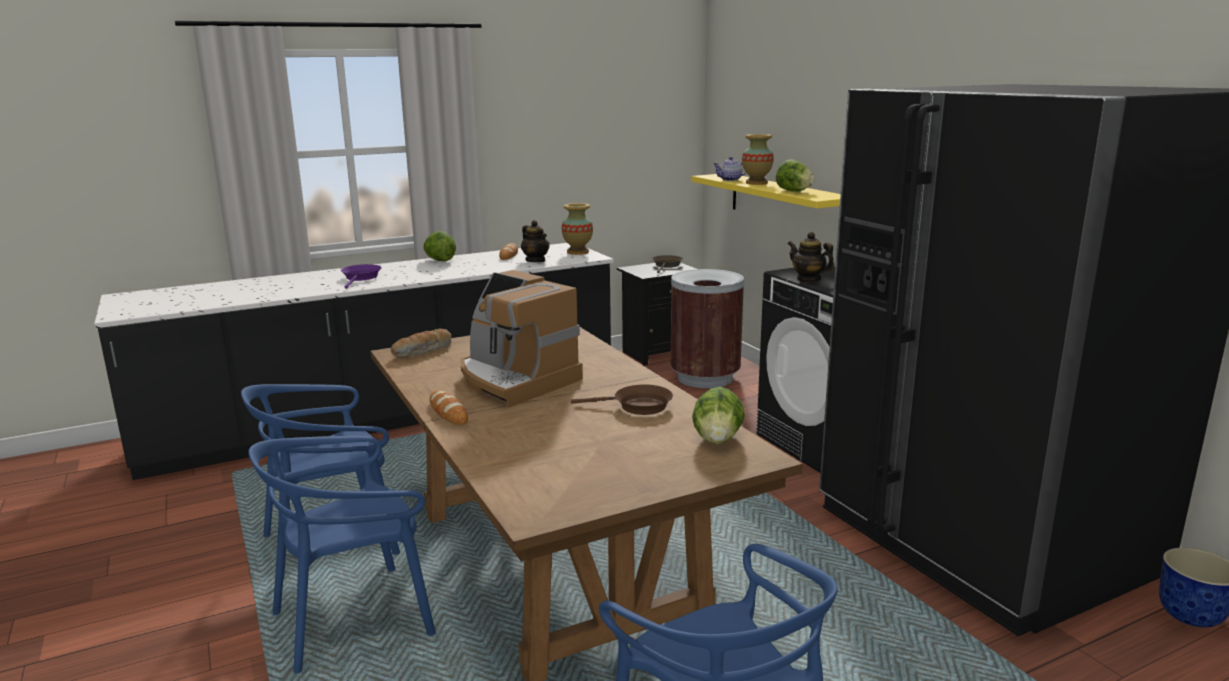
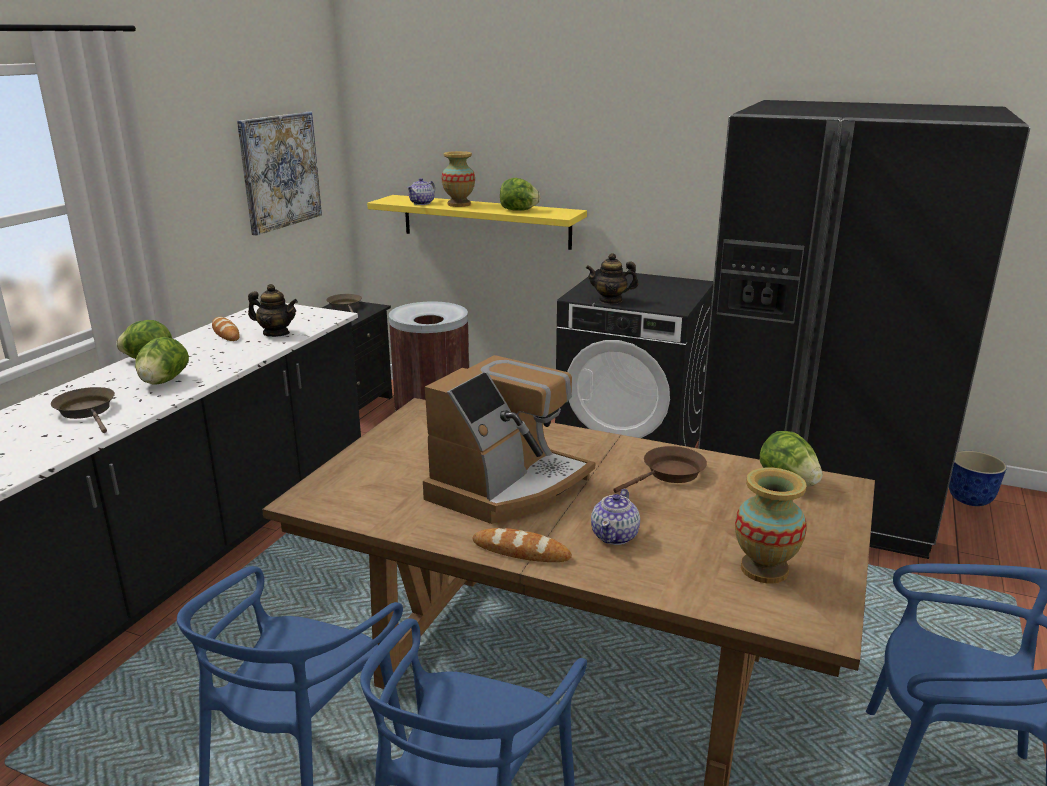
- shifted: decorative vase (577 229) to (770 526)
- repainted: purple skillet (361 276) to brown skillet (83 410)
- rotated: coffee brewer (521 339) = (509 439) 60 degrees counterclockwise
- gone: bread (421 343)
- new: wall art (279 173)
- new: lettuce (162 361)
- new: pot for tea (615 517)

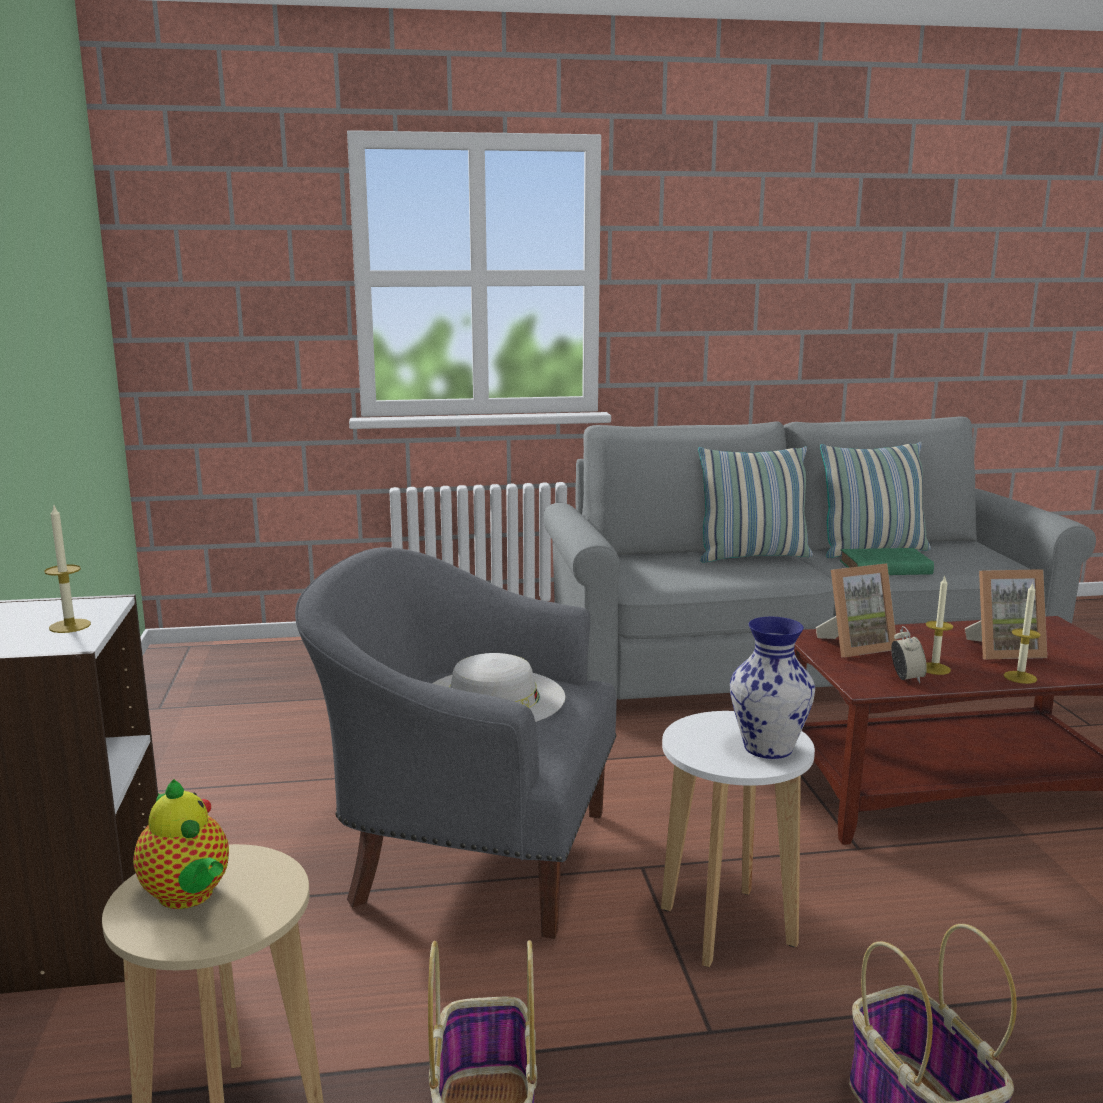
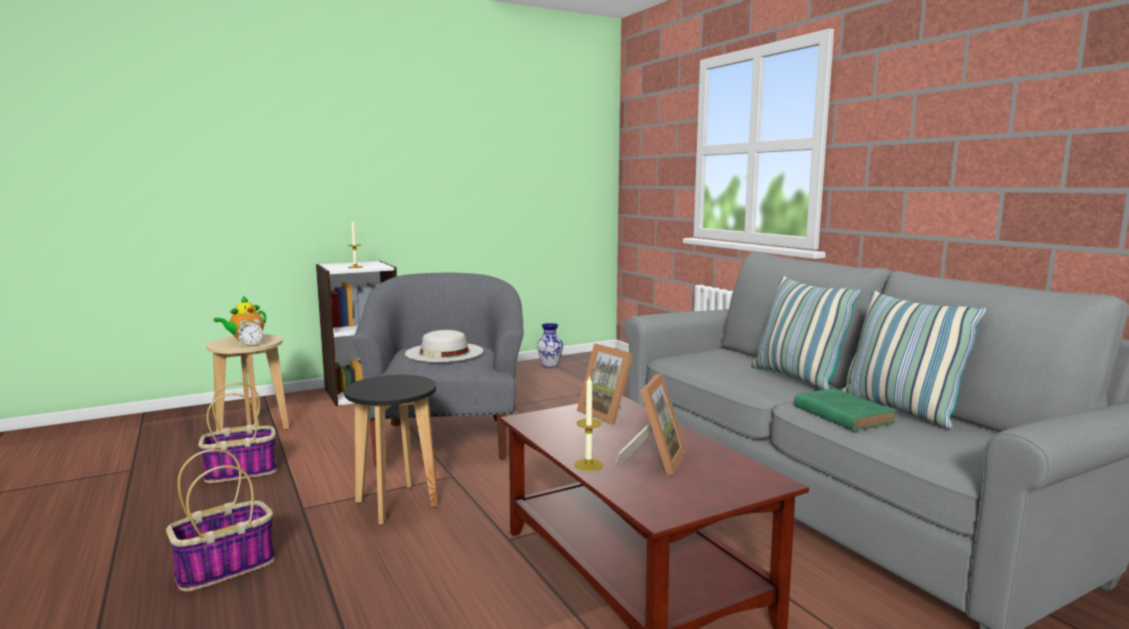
- rotated: photo frame (1006 614) = (650 424) 135 degrees counterclockwise
- gone: wax light (939 626)
- shifted: decorative vase (772 688) to (550 345)
- shifted: table clock (909 654) to (250 331)
- repainted: white stool (738 839) to black stool (391 450)

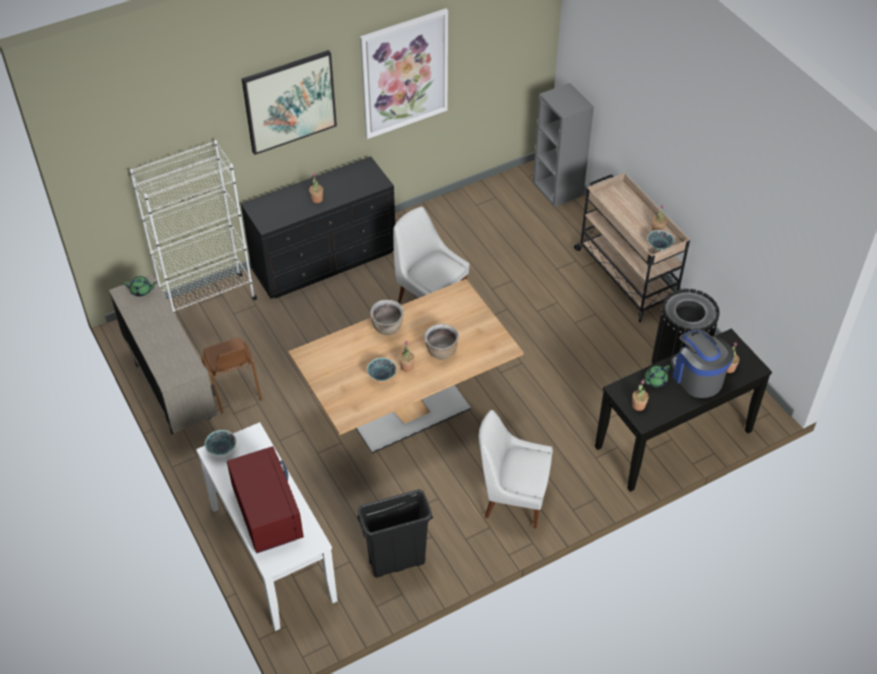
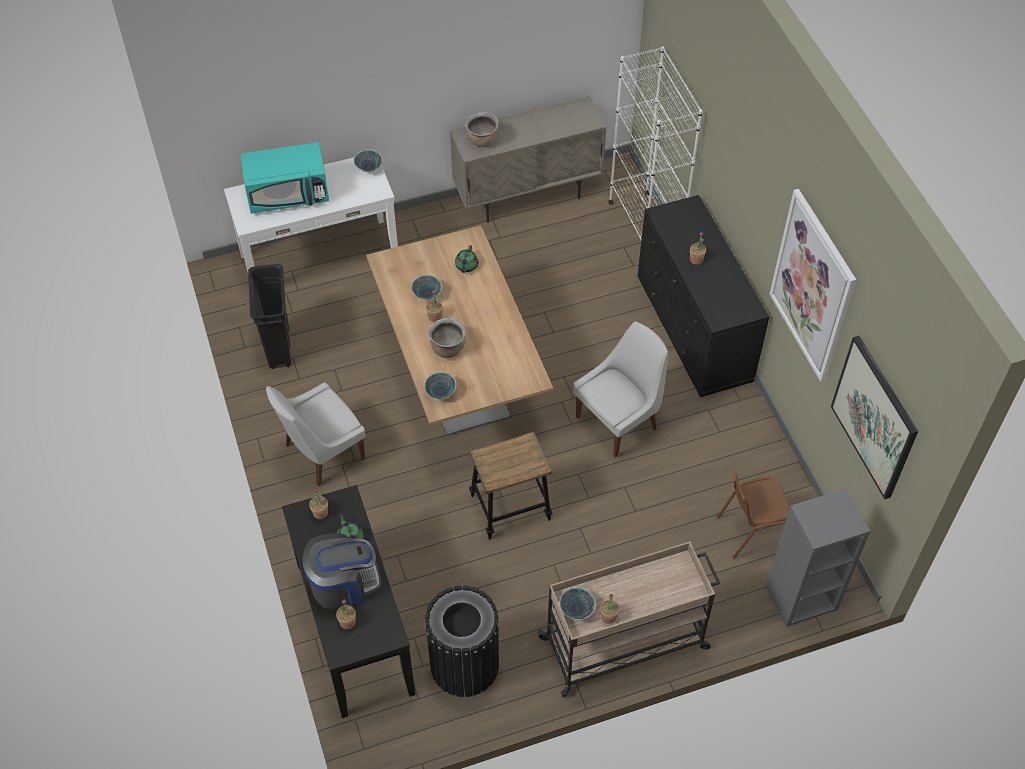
- shifted: wall art (289 102) to (874 417)
- shifted: greenish pot for tea (141 286) to (466 259)
- shifted: brown saucepot (387 317) to (482 129)
- shifted: brown upright chair (231 375) to (753 516)
- rotated: white upright chair (516 469) = (315 434) 150 degrees counterclockwise
- repainted: red microwave (265 500) to turquoise microwave (284 178)
- new: deep dish (440 385)
- new: stool (511 485)

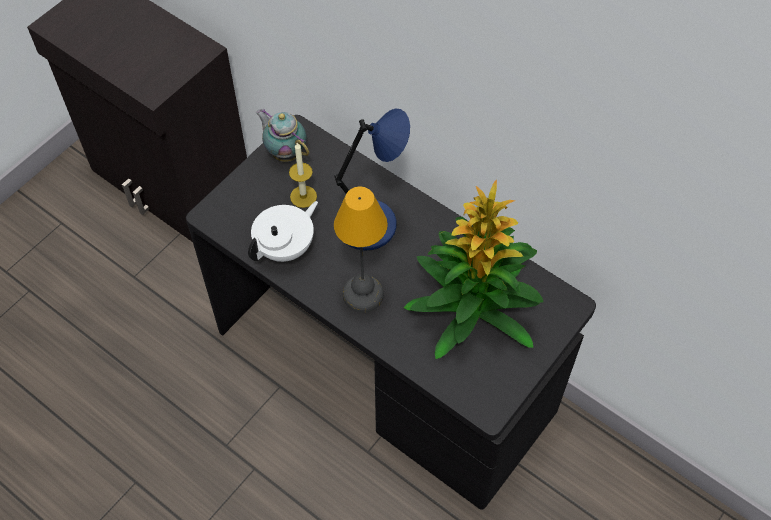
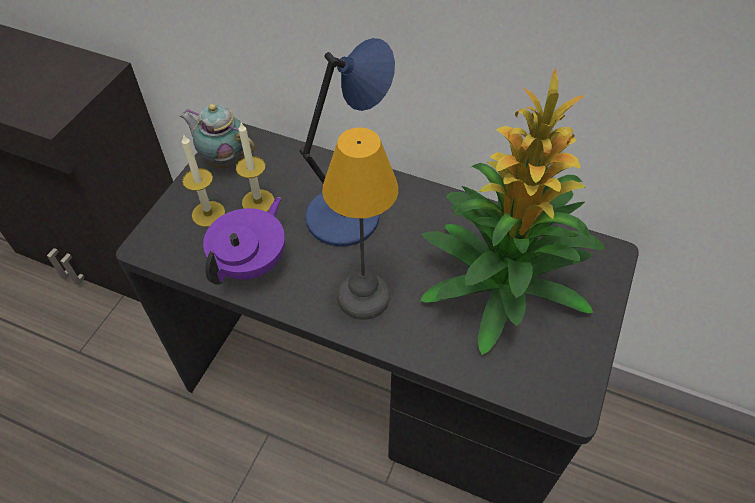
- repainted: white pot for tea (283 231) to purple pot for tea (244 241)
- new: wax light (203 180)

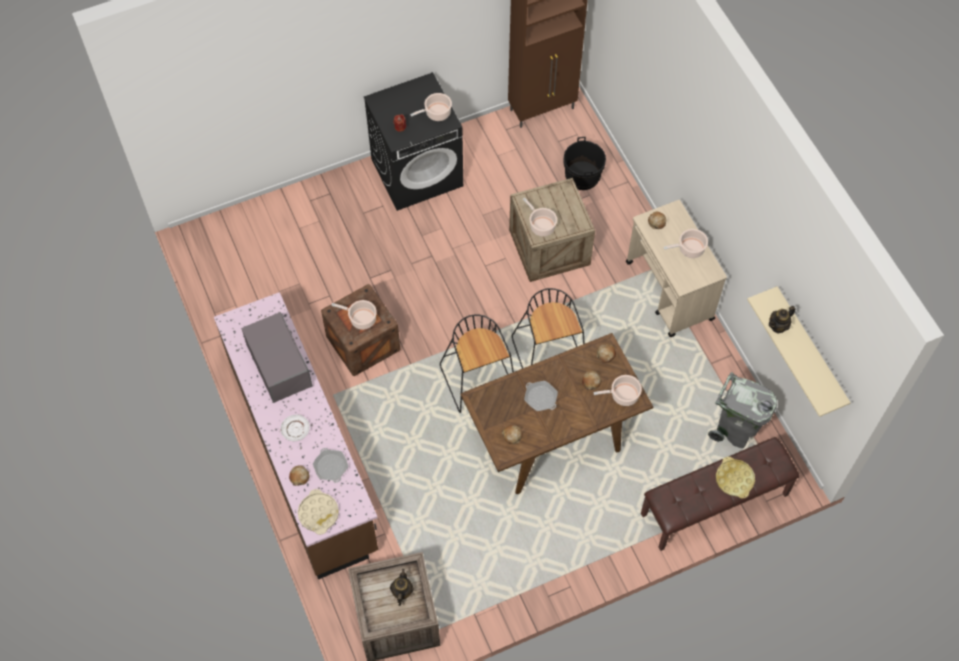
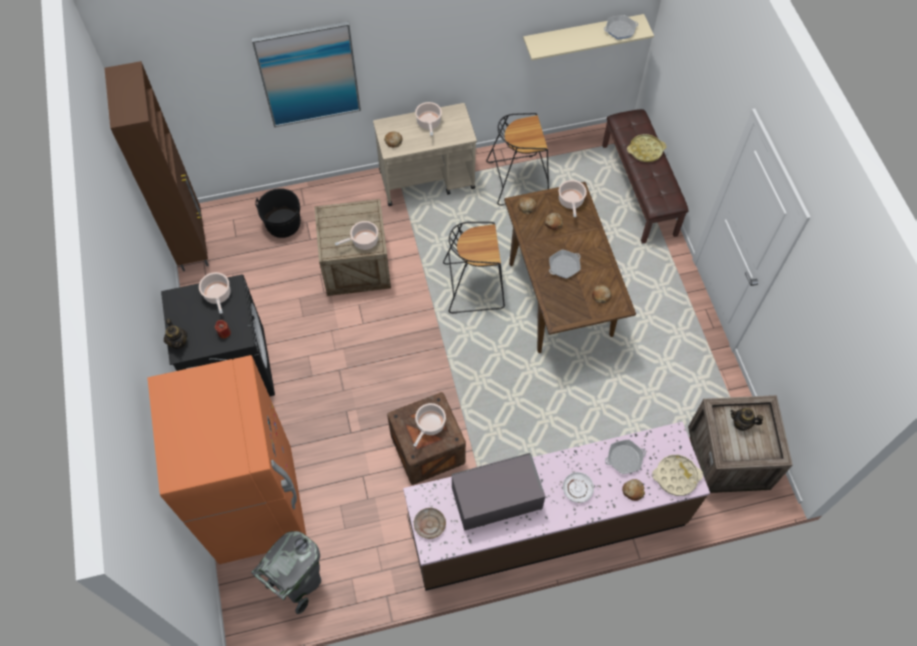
- shifted: pot for tea (782 319) to (175 334)
- shifted: black stool (477 363) to (517 159)
- shifted: gray trash can (742 410) to (286 572)
- new: skillet (621 27)
- new: wall art (306 74)
- new: orangey refrigerator (227 459)
- new: beige-coloured plate (430 523)

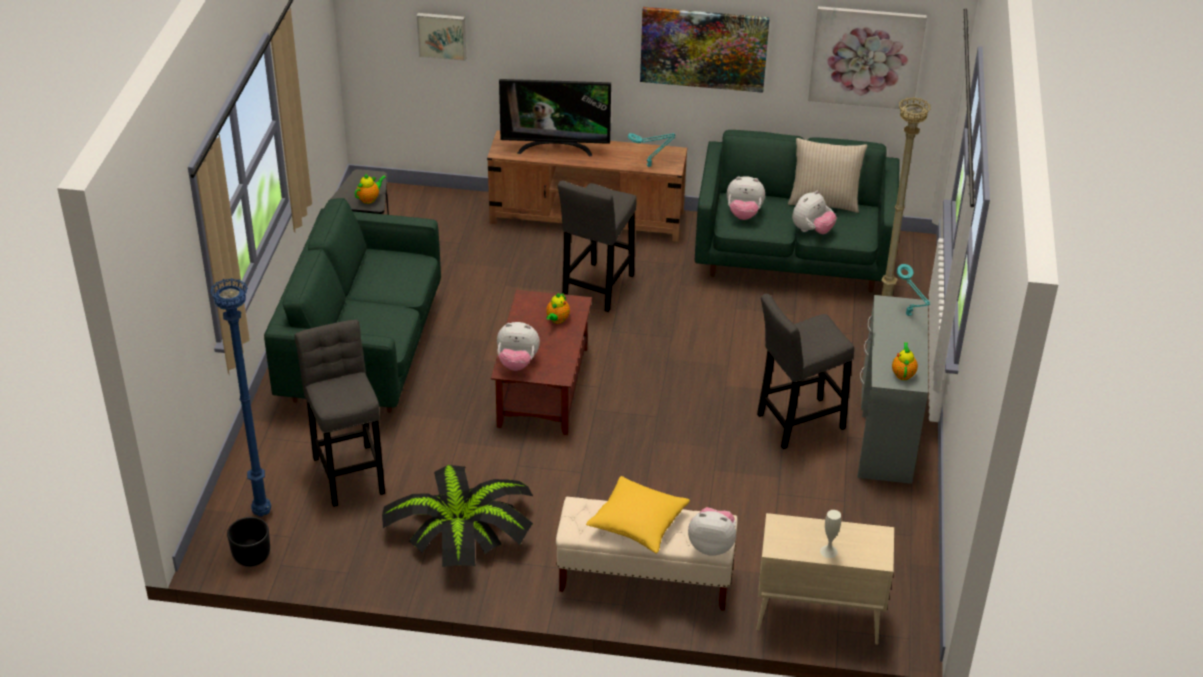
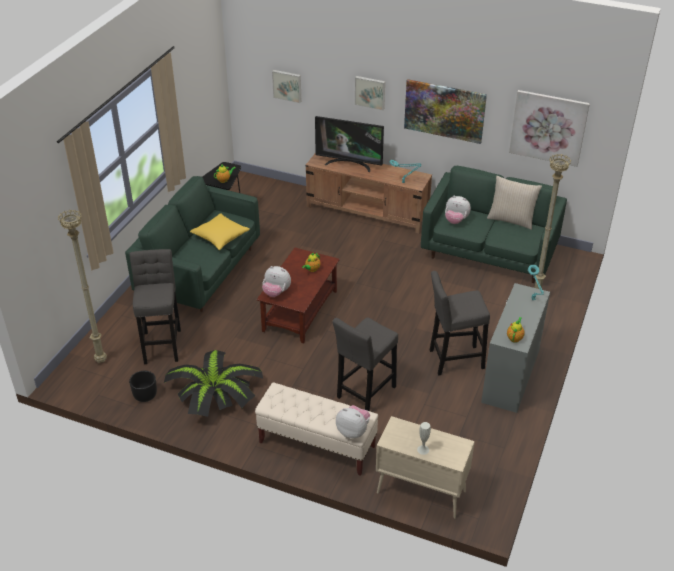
- shifted: gray stool (597 246) to (365 364)
- gone: plush toy (814 212)
- repainted: bluish standard lamp (240 397) to beige-coloured standard lamp (82 286)
- shifted: yellow pillow (638 514) to (220 231)
- shifted: black flower pot (248 542) to (143 386)
- new: wall art (370 93)

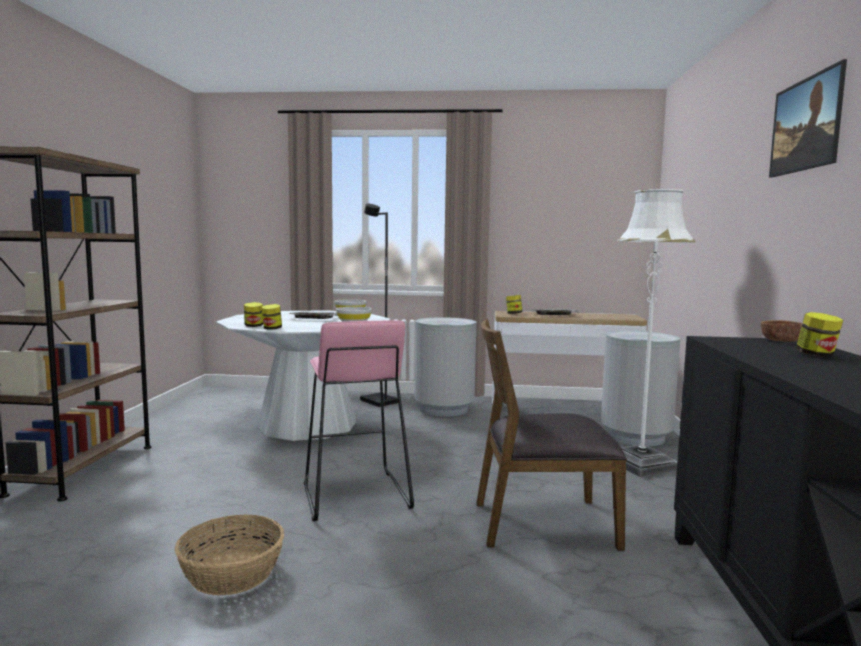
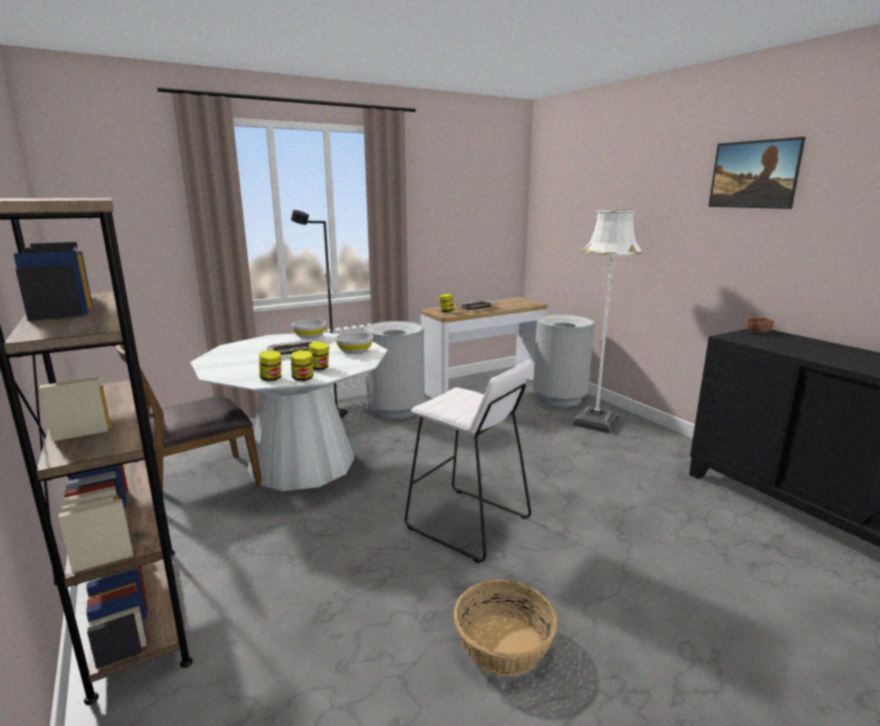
- shifted: storage jar (819 334) to (318 355)
- shifted: brown upright chair (551 434) to (188 419)
- repainted: pink stool (359 420) to white stool (468 461)

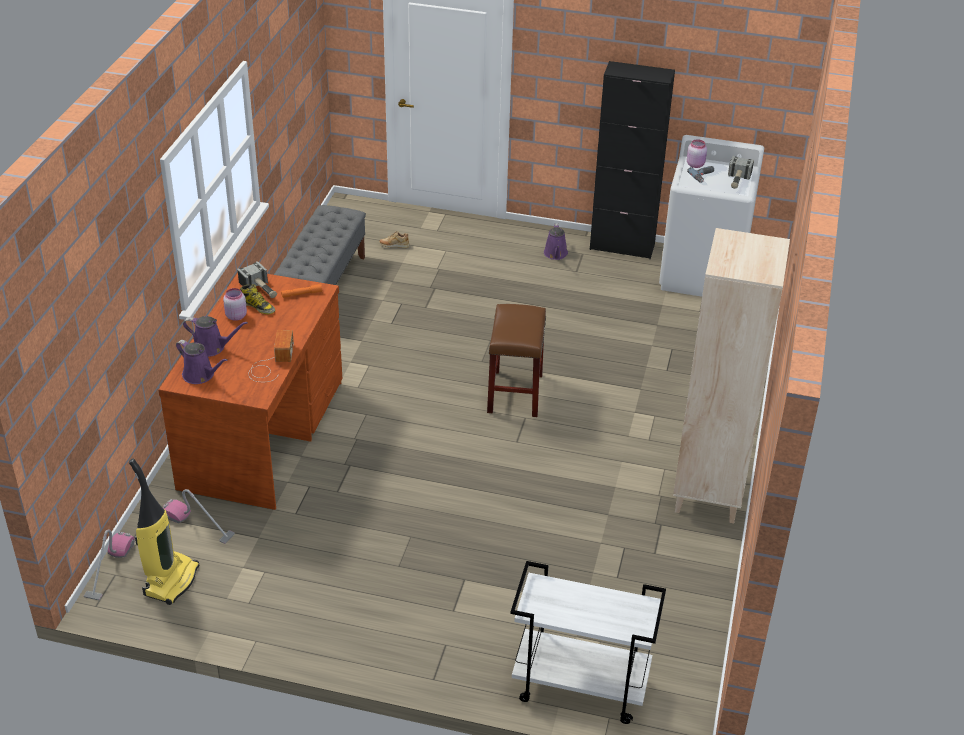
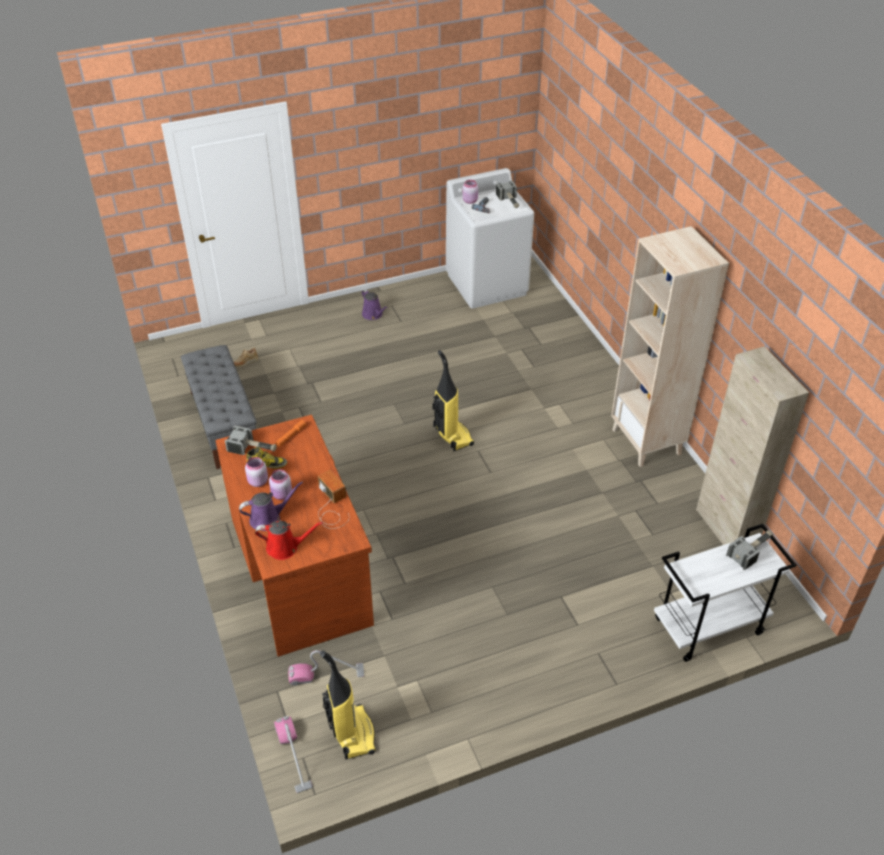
- gone: black storage cabinet (632 160)
- swapped: brown stool (516 360) to hoover (453 400)
- repainted: purple sprinkling can (202 362) to red sprinkling can (289 540)
- new: beige-coloured storage cabinet (752 445)
- new: pink storage jar (280 484)
- new: hammer (749 550)

